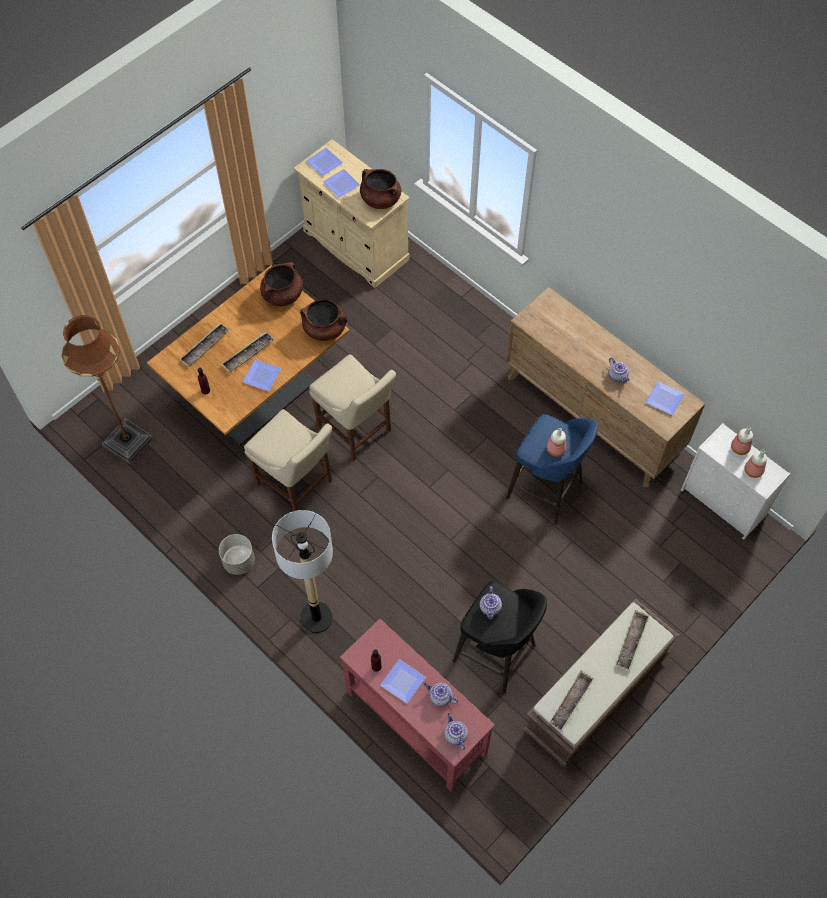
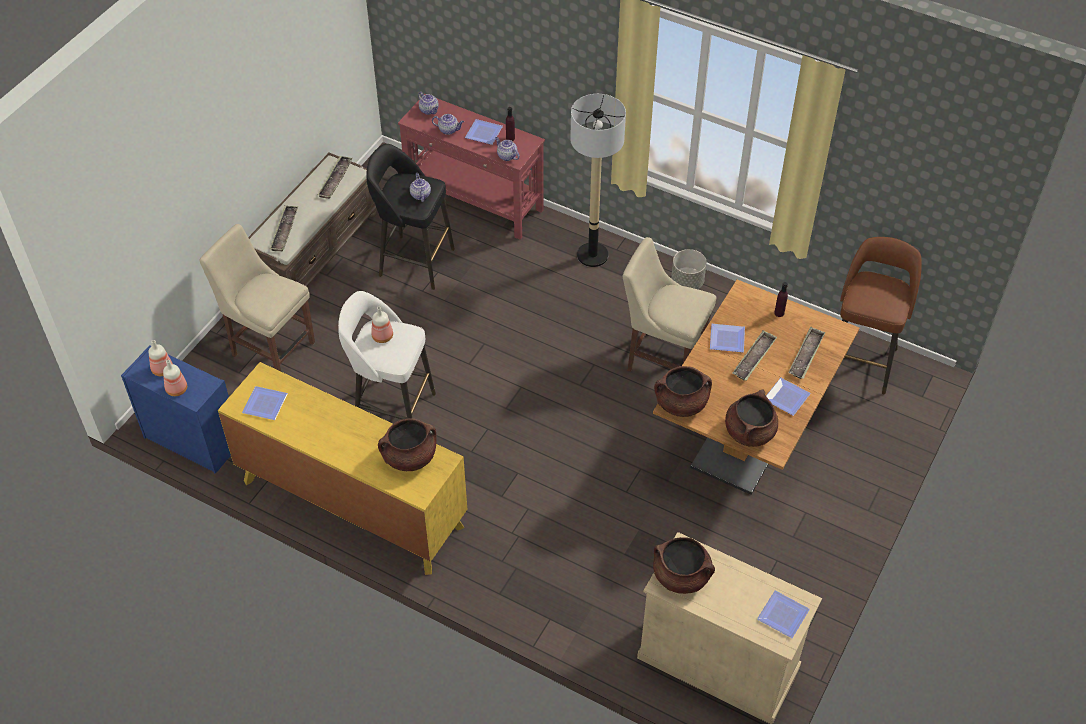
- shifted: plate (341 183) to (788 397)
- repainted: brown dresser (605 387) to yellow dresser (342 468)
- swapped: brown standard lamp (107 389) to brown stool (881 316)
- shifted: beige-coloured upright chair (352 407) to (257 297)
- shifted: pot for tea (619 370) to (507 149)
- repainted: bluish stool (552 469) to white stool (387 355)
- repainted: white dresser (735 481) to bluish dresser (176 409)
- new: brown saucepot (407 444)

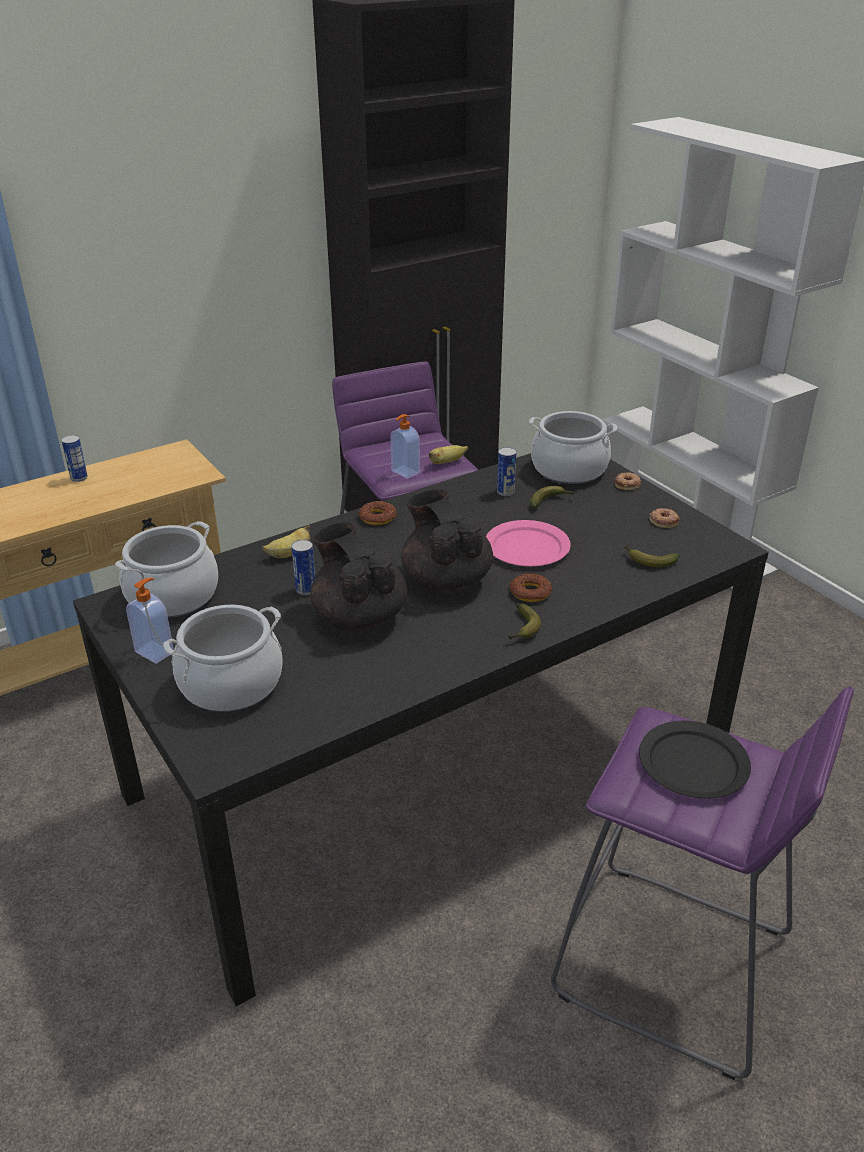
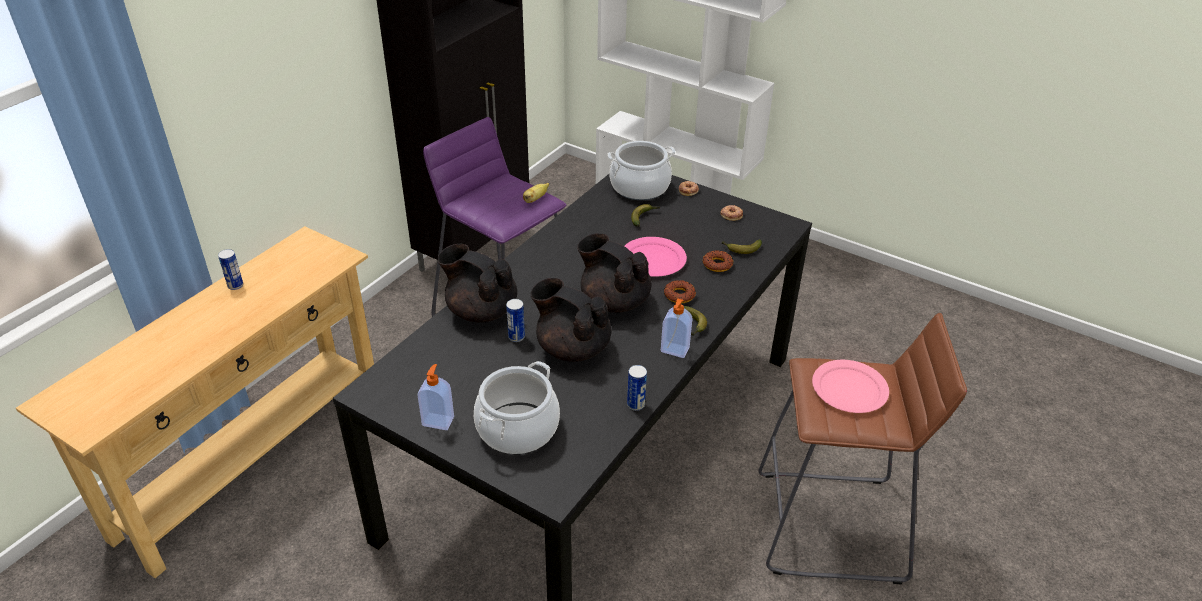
- shifted: soap bottle (405 446) to (677 328)
- shifted: sealed can (506 471) to (637 388)
- shifted: doughnut (377 513) to (718 261)
- gone: saucepot (166 569)
- swapped: banana (286 541) to black pot for tea (477 283)
- repainted: purple stool (702 883) to brown stool (863 448)
- repainted: black plate (695 760) to pink plate (850 386)

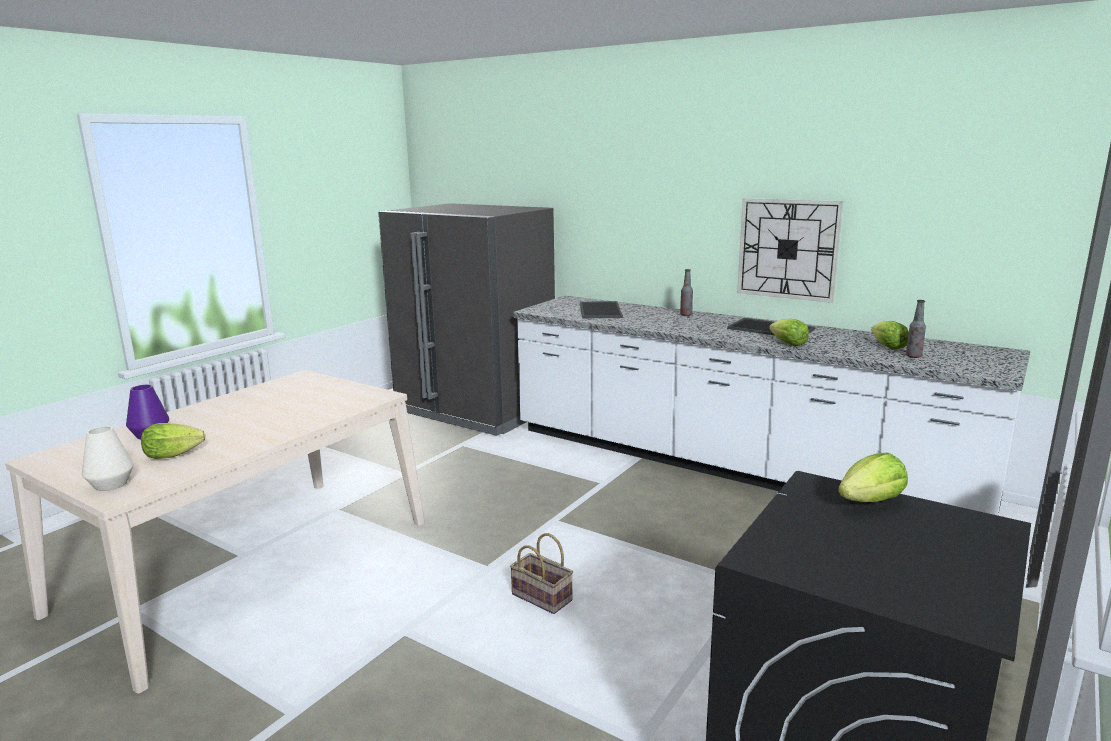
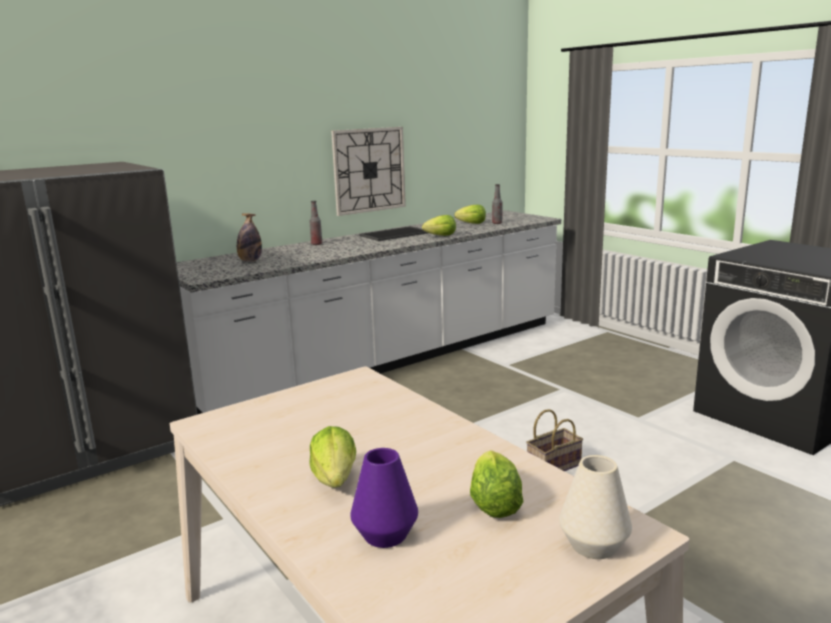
- swapped: serving tray (601 310) to drink bottle (249 237)
- shifted: lettuce (873 477) to (333 457)

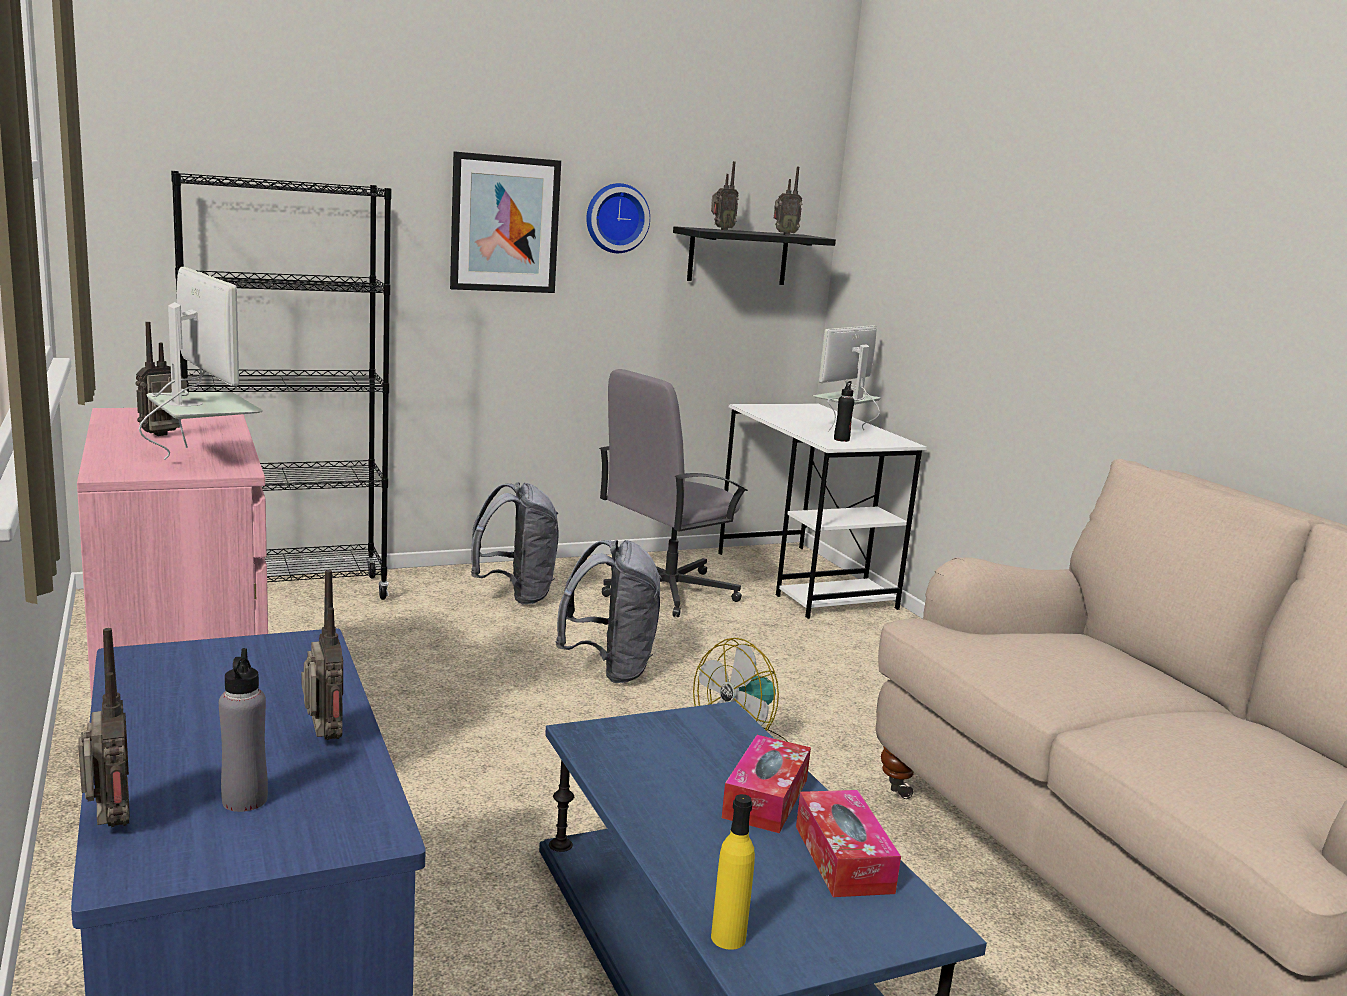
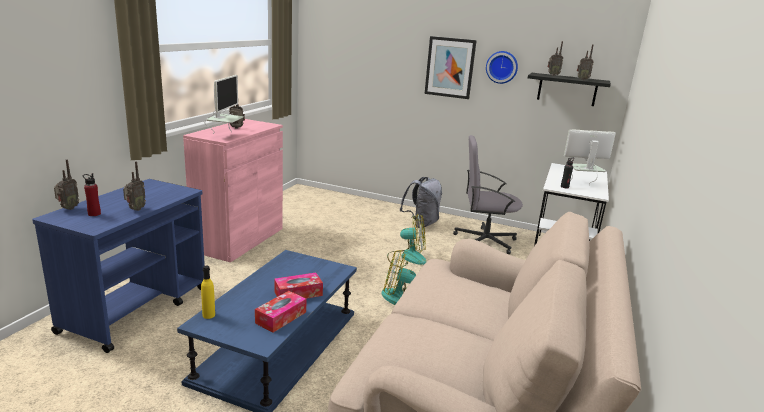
- gone: black shelving unit (281 385)
- swapped: gray rucksack (608 611) to fan (407 240)
- repainted: gray drink bottle (243 730) to red drink bottle (92 194)

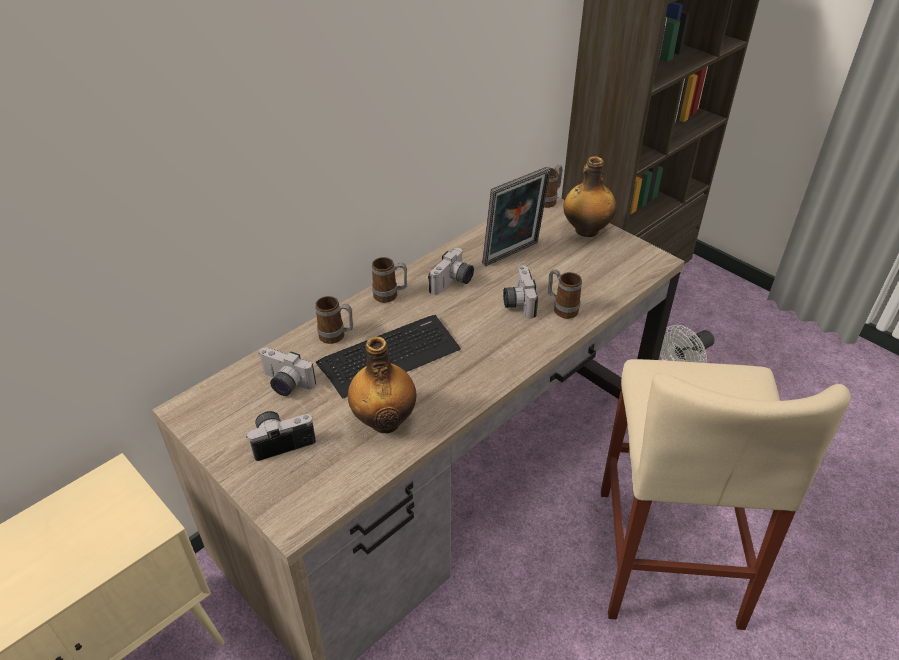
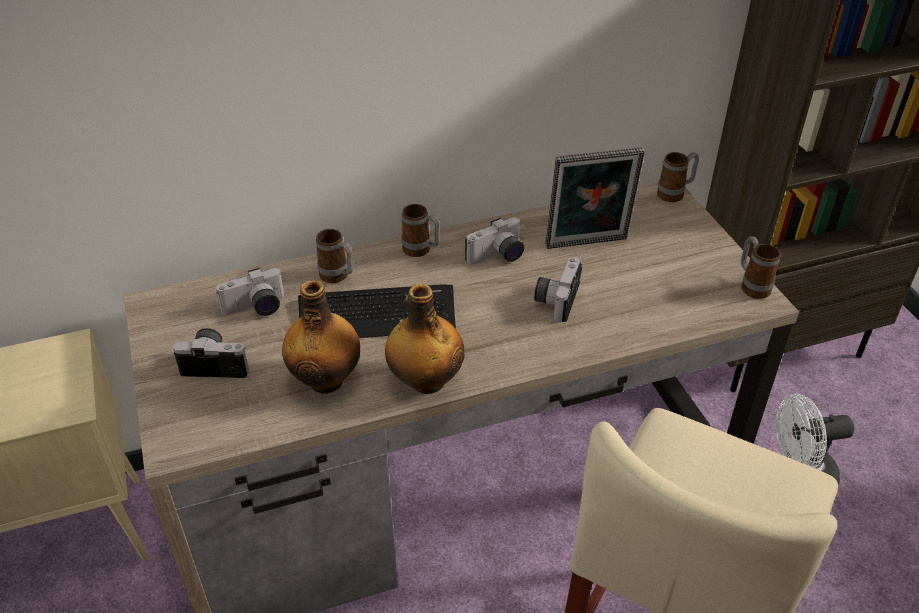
- shifted: drink bottle (589 196) to (425 339)
- shifted: mug (565 294) to (761 267)
- rotated: photo camera (287 371) = (250 292) 75 degrees counterclockwise

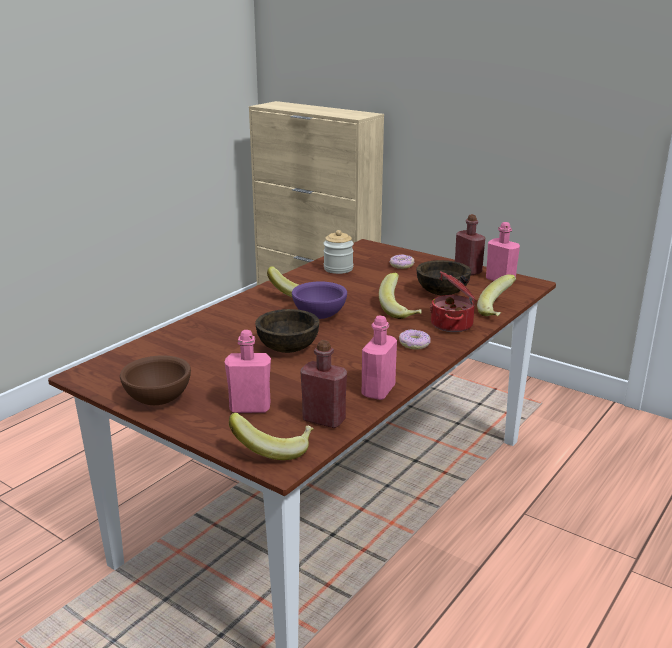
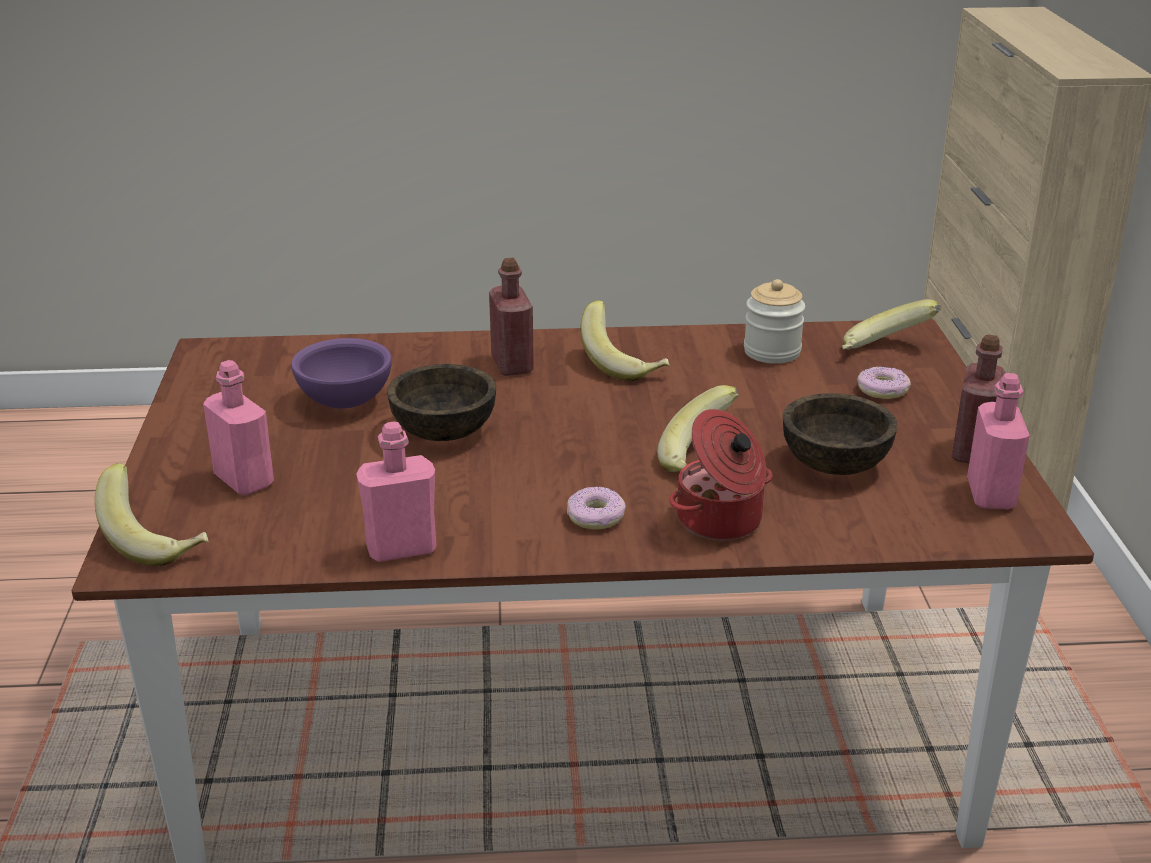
- shifted: banana (496 295) to (891 324)
- shifted: purple deep dish (319 300) to (341 373)
- shifted: red drink bottle (323 384) to (511 317)
- gone: brown deep dish (155 380)

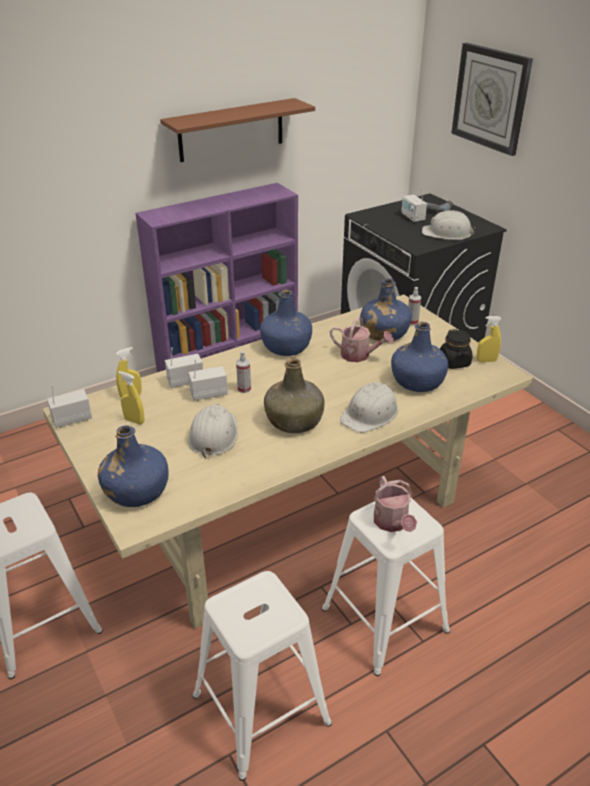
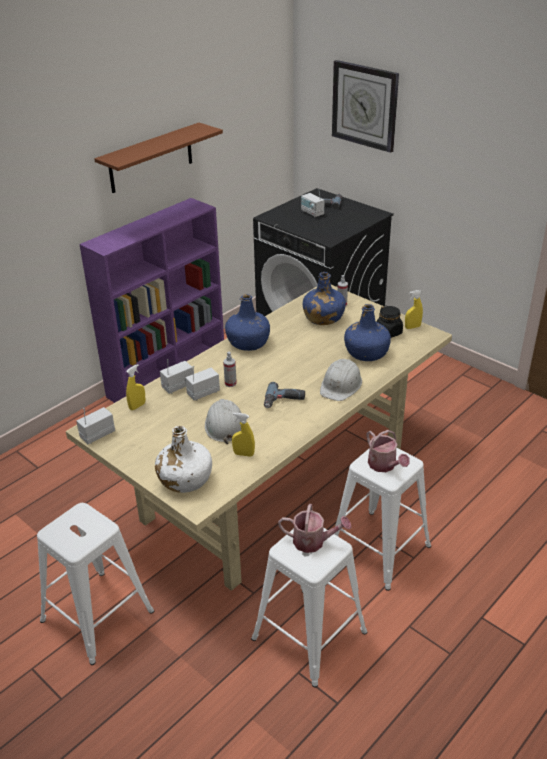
- gone: white work helmet (449 225)
- shifted: sprinkling can (361 339) to (314 528)
- swapped: greenish drink bottle (294 395) to electric drill (284 395)
- shifted: yellow spray bottle (131 398) to (243 435)
- repainted: bluish drink bottle (133 466) to white drink bottle (183 459)

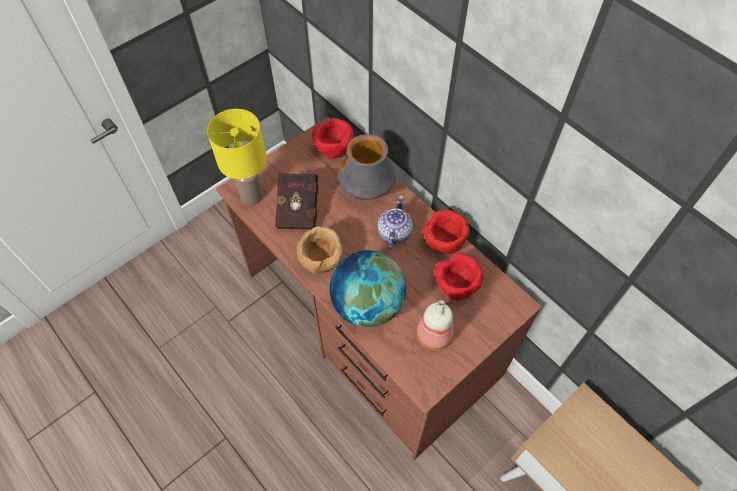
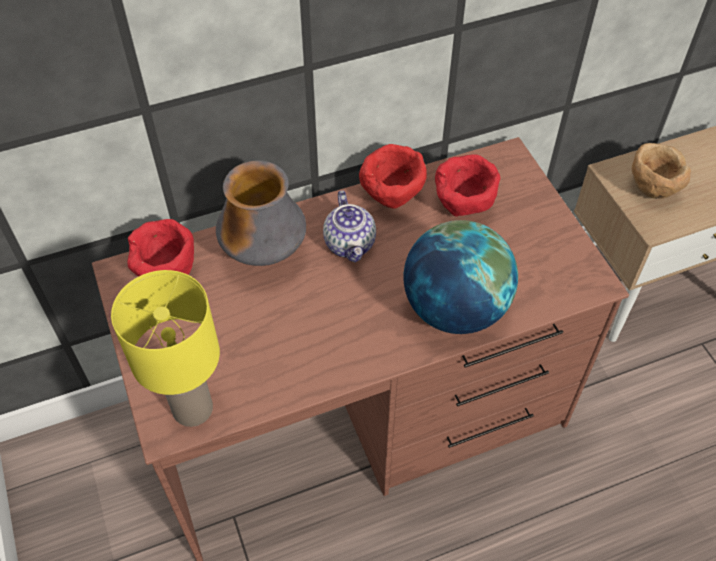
- gone: red bound book (296 198)
- rotated: pot for tea (395 223) = (349 226) 135 degrees counterclockwise
- shifted: brown deep dish (320 250) to (661 171)
- gone: drink bottle (435 325)

